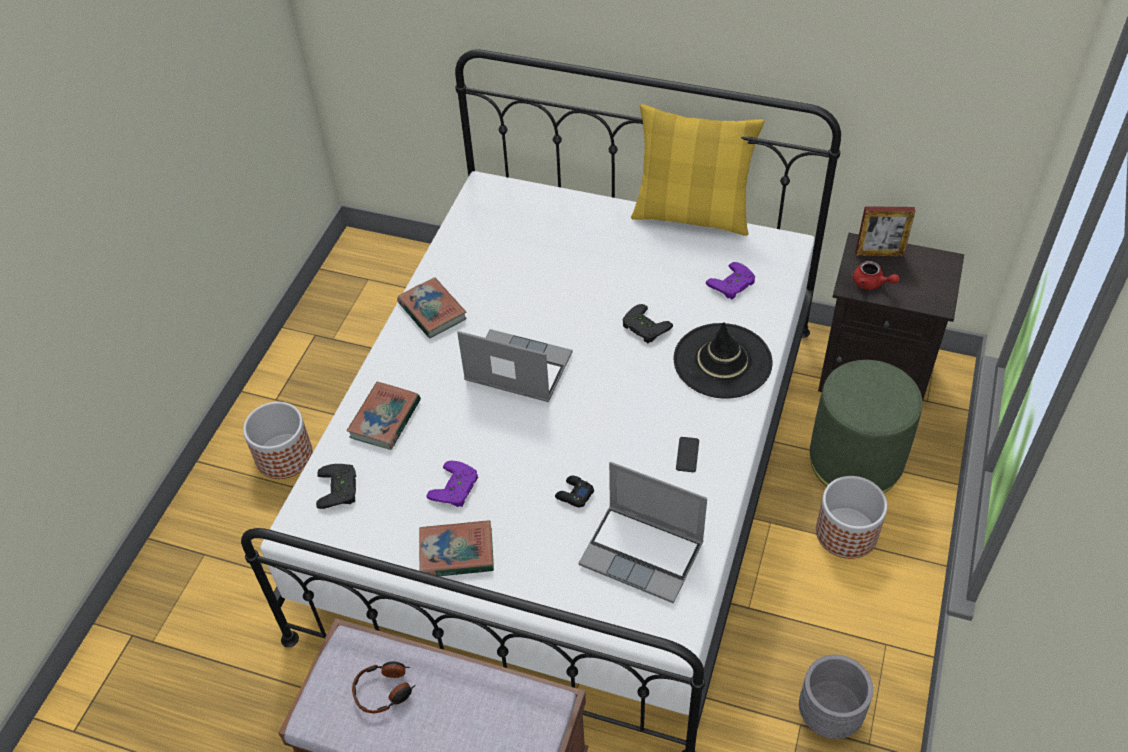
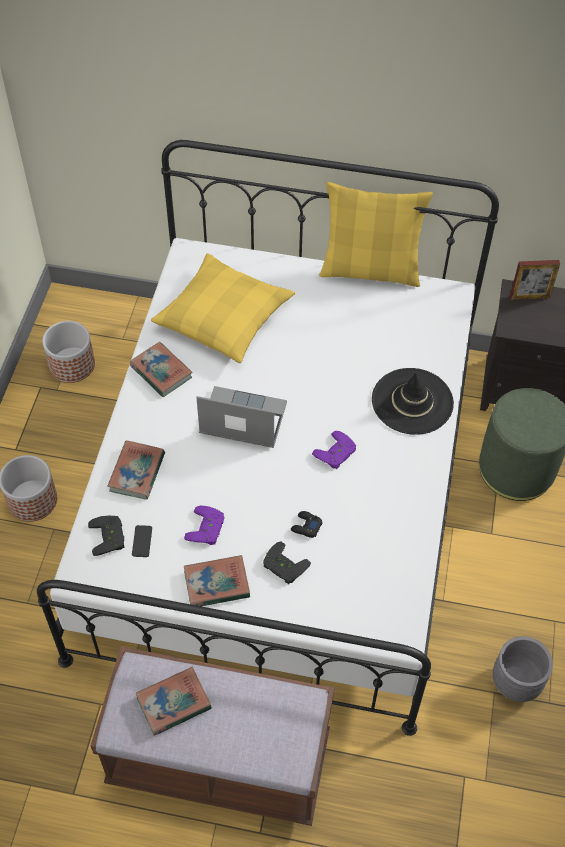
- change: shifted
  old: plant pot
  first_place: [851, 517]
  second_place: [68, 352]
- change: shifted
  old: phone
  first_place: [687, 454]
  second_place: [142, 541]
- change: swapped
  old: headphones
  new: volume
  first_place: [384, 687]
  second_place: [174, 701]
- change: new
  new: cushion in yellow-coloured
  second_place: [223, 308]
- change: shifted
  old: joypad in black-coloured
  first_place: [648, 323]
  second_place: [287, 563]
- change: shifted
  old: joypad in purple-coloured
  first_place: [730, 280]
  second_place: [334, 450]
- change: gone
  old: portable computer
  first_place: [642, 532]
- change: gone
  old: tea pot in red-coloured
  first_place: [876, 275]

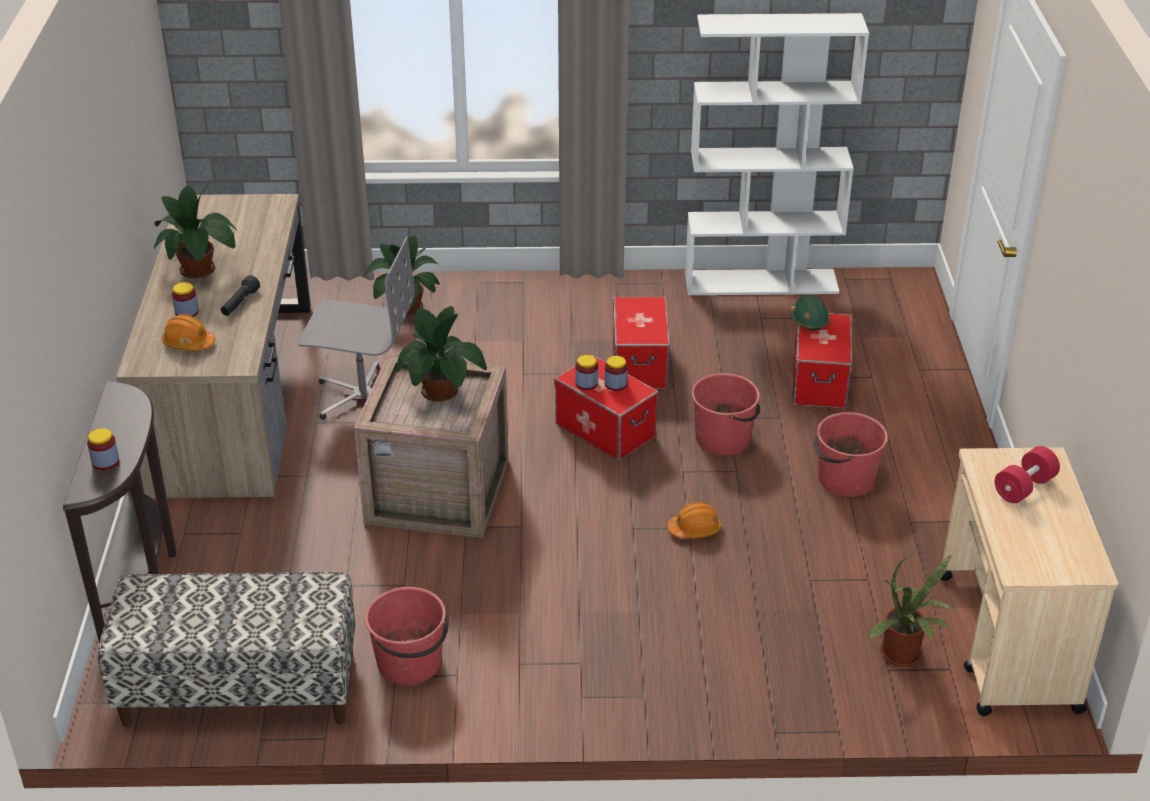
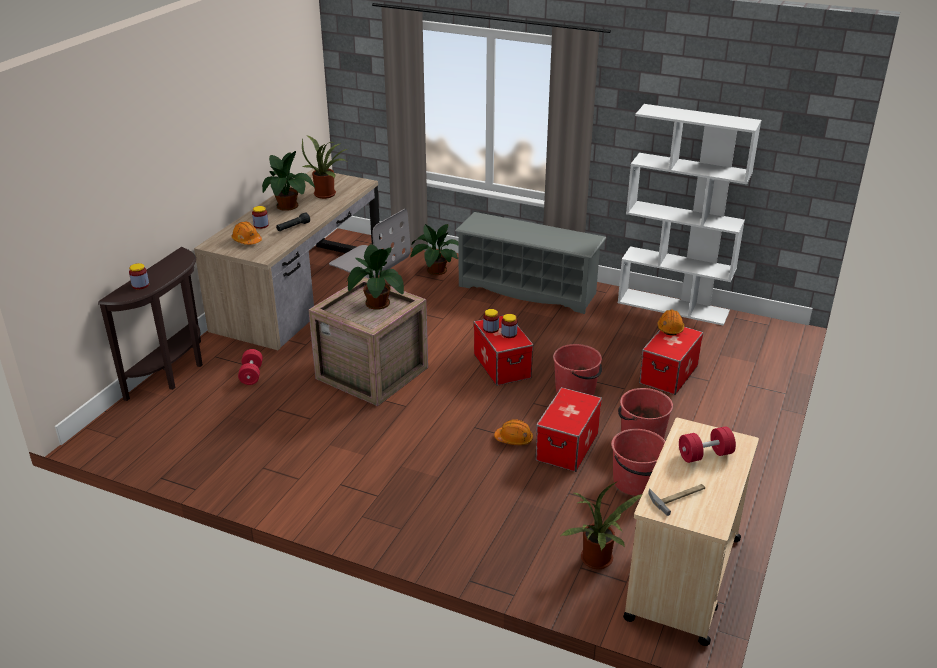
- change: new
  new: free weight in red-coloured
  second_place: [250, 367]
- change: new
  new: potted plant
  second_place: [324, 167]
- change: new
  new: shoe rack in greyish
  second_place: [531, 263]
- change: shifted
  old: storage bin
  first_place: [641, 342]
  second_place: [568, 429]
- change: shifted
  old: bucket in red-coloured
  first_place: [407, 636]
  second_place: [638, 462]
- change: new
  new: hand hammer
  second_place: [676, 500]
- change: repainted
  old: safety helmet in green
  new: safety helmet in orange
  first_place: [810, 312]
  second_place: [671, 323]
- change: gone
  old: long seat
  first_place: [226, 649]

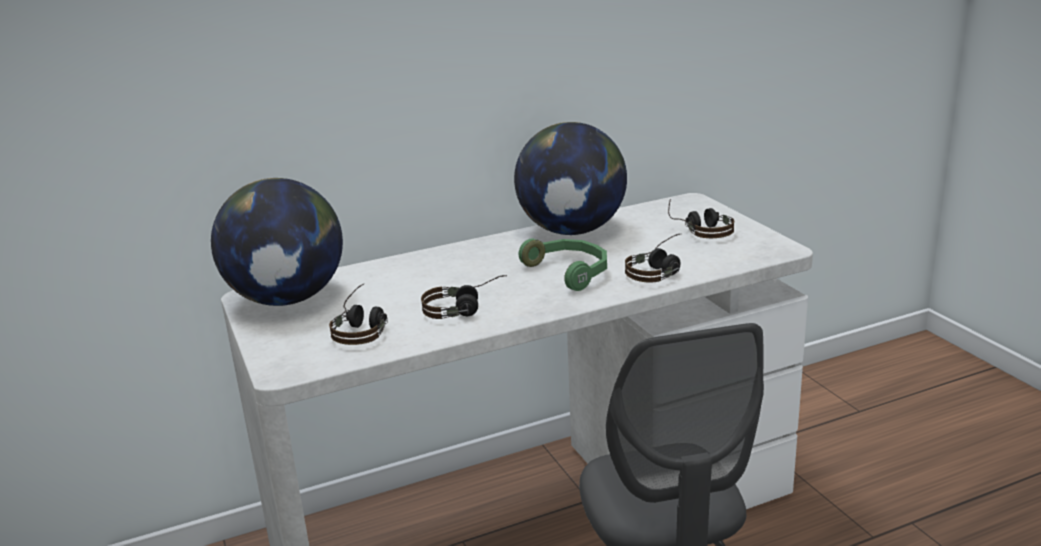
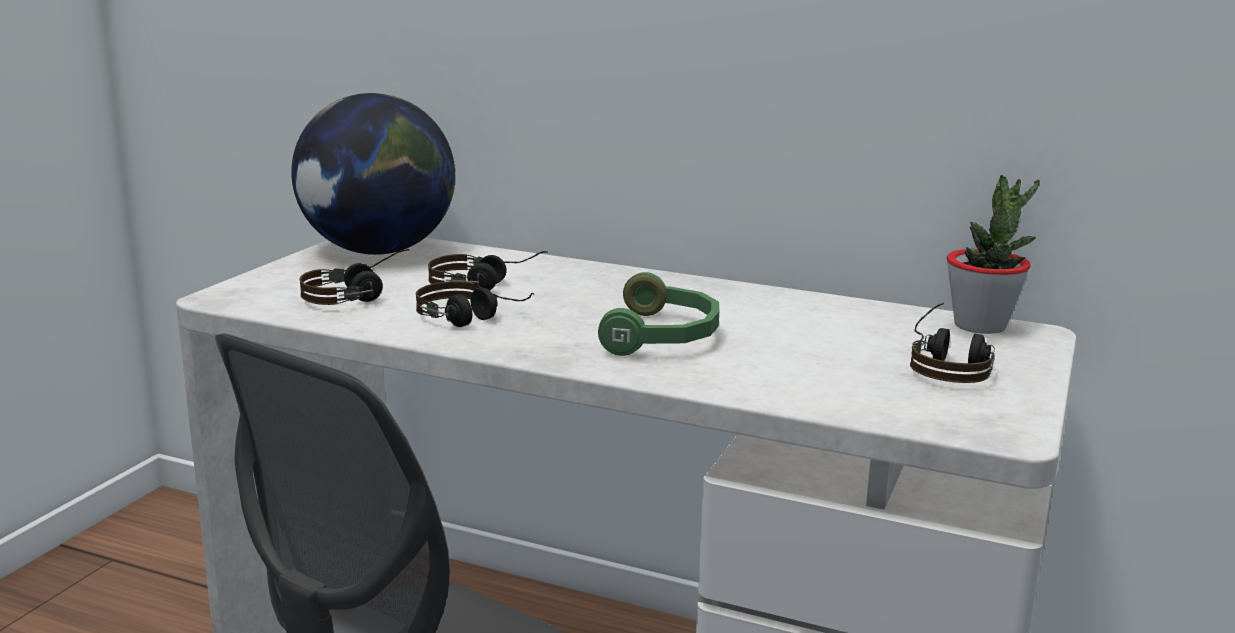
- change: shifted
  old: headphones
  first_place: [653, 257]
  second_place: [488, 270]
- change: new
  new: potted plant
  second_place: [993, 254]
- change: gone
  old: globe
  first_place: [570, 178]

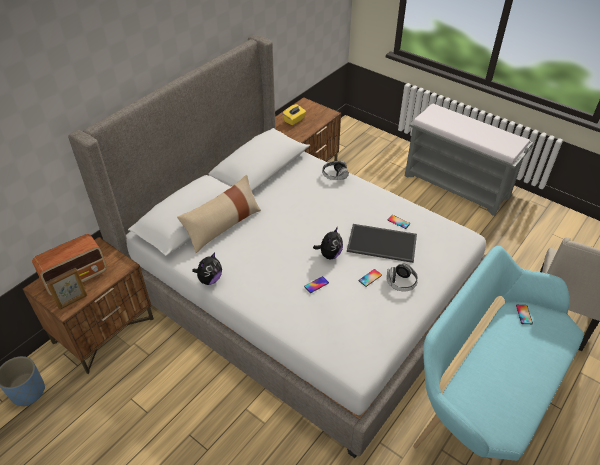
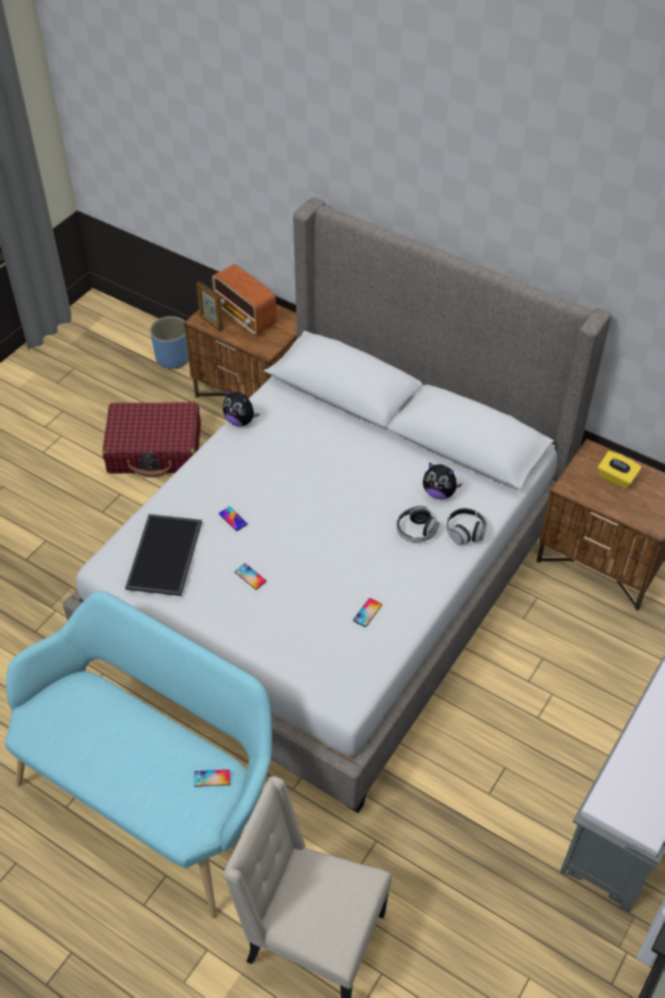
- change: new
  new: piece of luggage in red-coloured
  second_place: [151, 439]
- change: shifted
  old: serving tray
  first_place: [382, 243]
  second_place: [163, 555]
- change: shifted
  old: headphones
  first_place: [402, 277]
  second_place: [417, 524]
- change: shifted
  old: plush toy
  first_place: [328, 243]
  second_place: [442, 480]
- change: gone
  old: cushion in beige
  first_place: [219, 214]

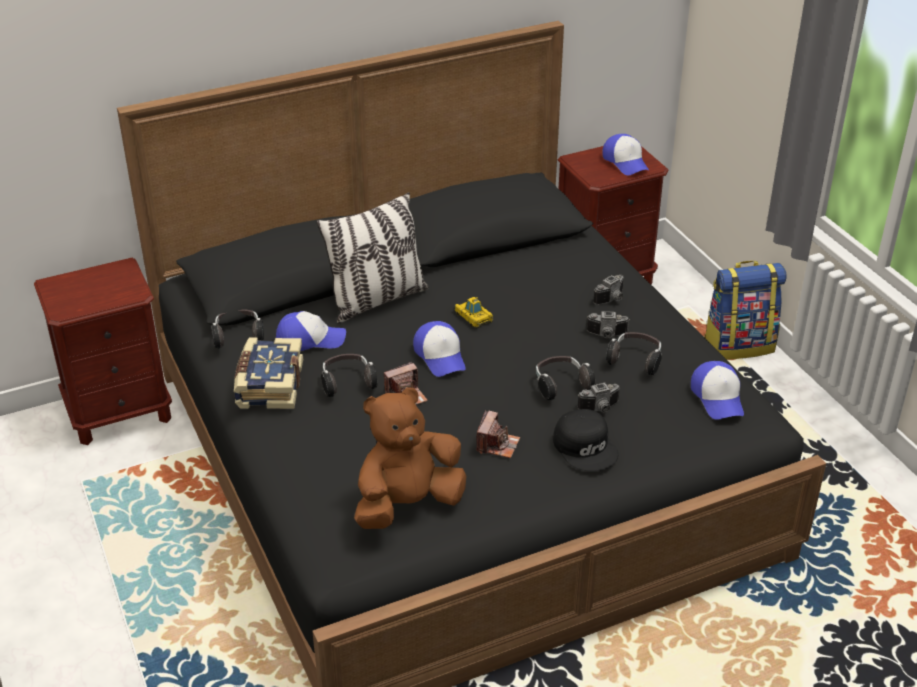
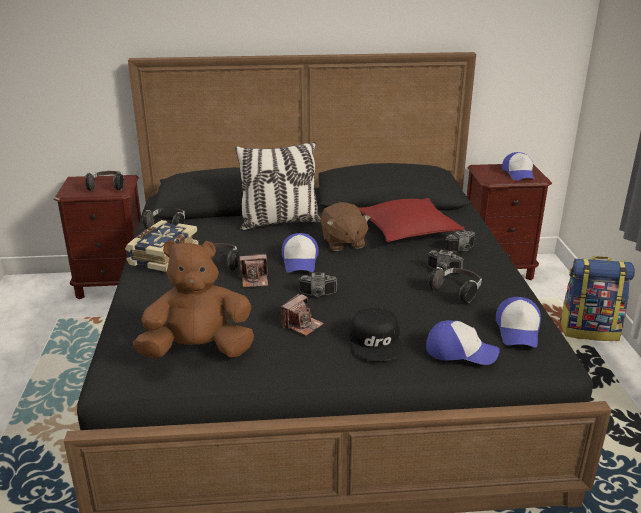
- change: shifted
  old: headphones
  first_place: [565, 378]
  second_place: [104, 181]
- change: shifted
  old: still camera
  first_place: [599, 398]
  second_place: [318, 285]
- change: swapped
  old: miniature car
  new: plush toy in brown-coloured
  first_place: [474, 312]
  second_place: [346, 226]
- change: new
  new: cushion in red-coloured
  second_place: [411, 220]
- change: shifted
  old: baseball cap
  first_place: [311, 331]
  second_place: [463, 342]

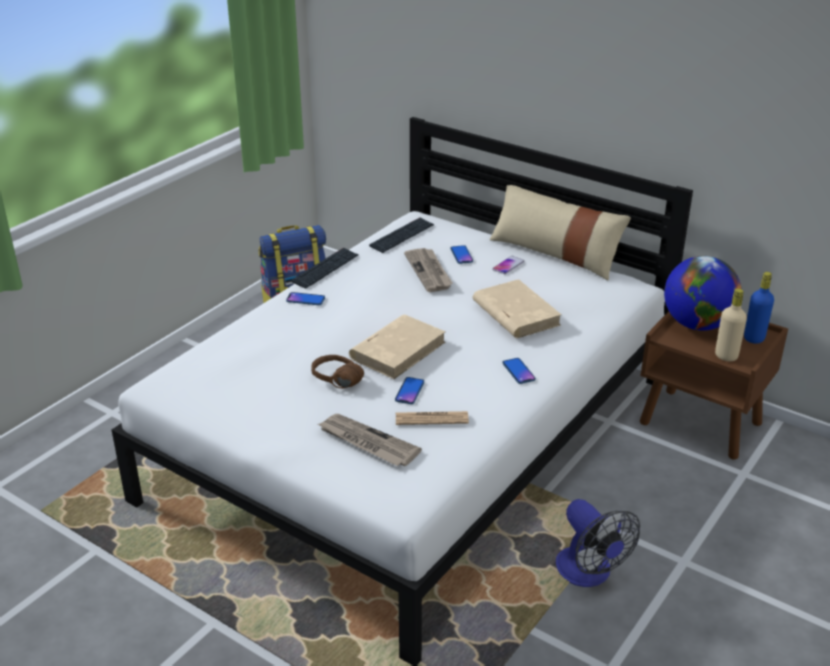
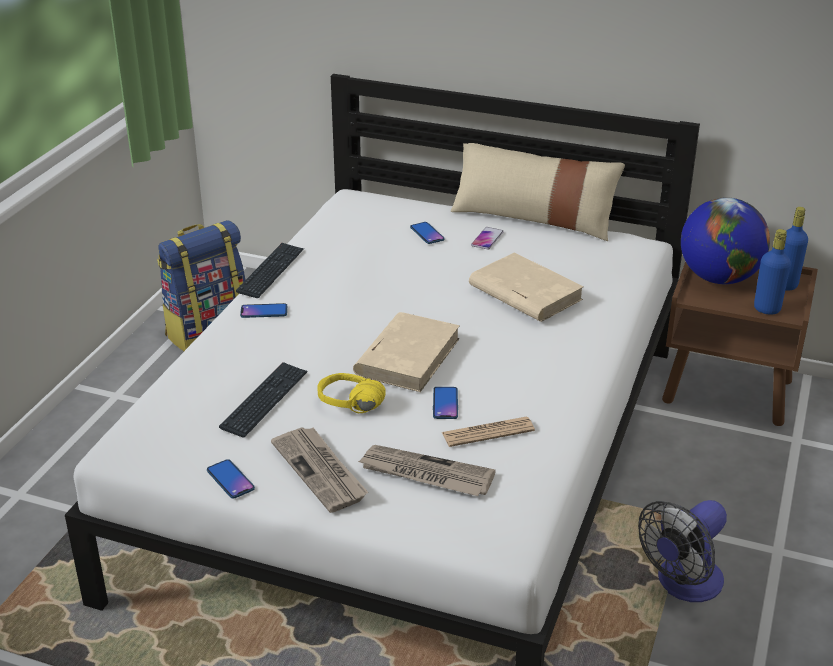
- change: shifted
  old: phone
  first_place: [519, 371]
  second_place: [231, 479]
- change: shifted
  old: computer keyboard
  first_place: [401, 235]
  second_place: [263, 400]
- change: shifted
  old: newspaper
  first_place: [428, 270]
  second_place: [319, 470]
- change: repainted
  old: headphones in brown-coloured
  new: headphones in yellow-coloured
  first_place: [337, 372]
  second_place: [352, 393]
- change: rotated
  old: electric fan
  first_place: [598, 543]
  second_place: [682, 551]
  degrees: 90
- change: repainted
  old: drink bottle in beige
  new: drink bottle in bluish
  first_place: [731, 324]
  second_place: [772, 272]

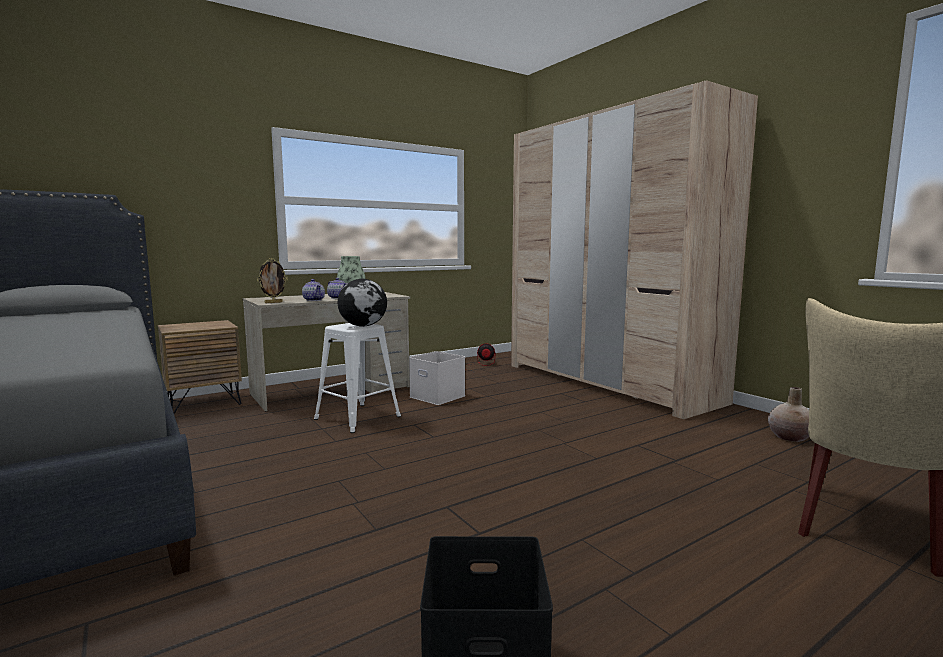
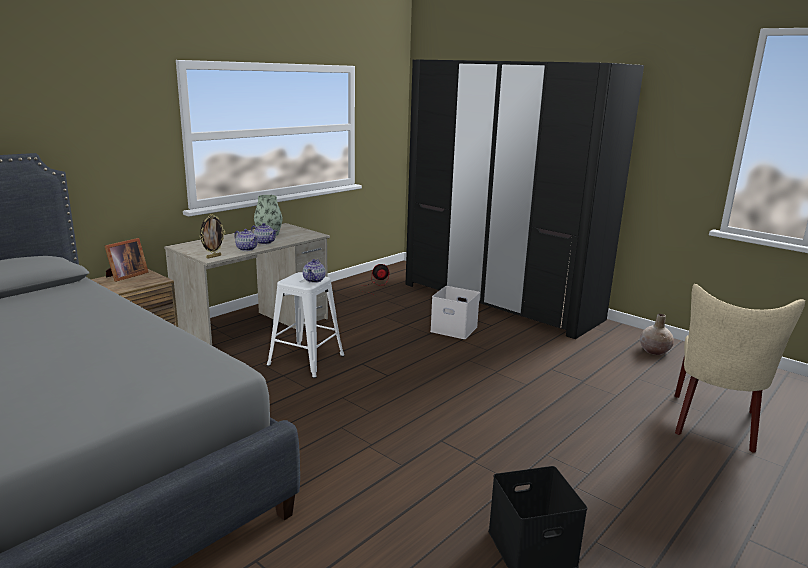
- change: new
  new: standing frame
  second_place: [127, 260]
- change: swapped
  old: globe
  new: tea pot
  first_place: [362, 303]
  second_place: [314, 271]
- change: repainted
  old: wardrobe in beige
  new: wardrobe in black-coloured
  first_place: [634, 249]
  second_place: [524, 199]
- change: shifted
  old: storage bin in white
  first_place: [437, 378]
  second_place: [455, 312]

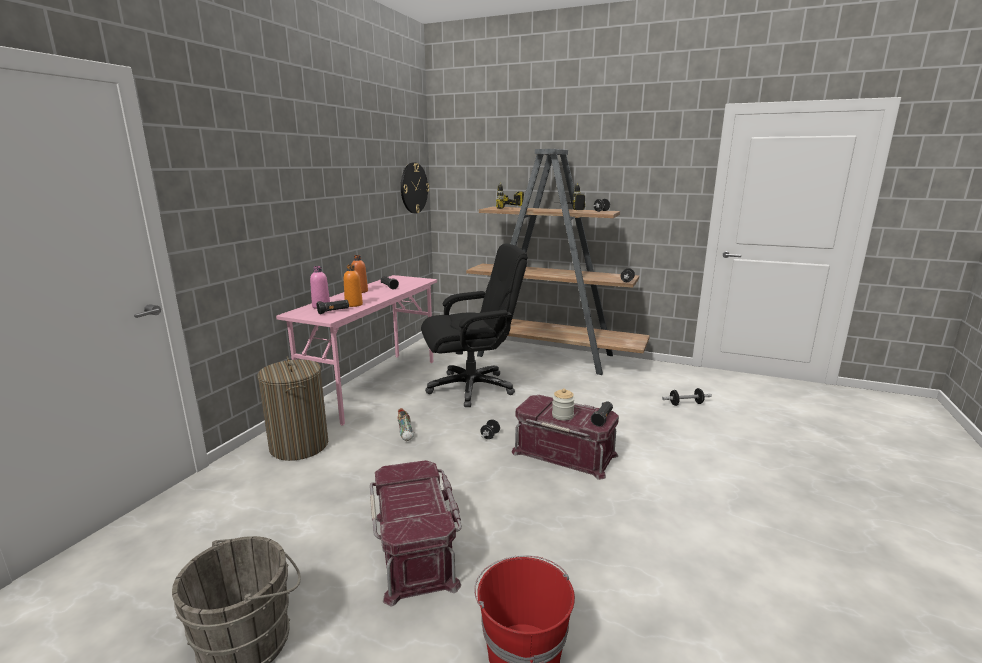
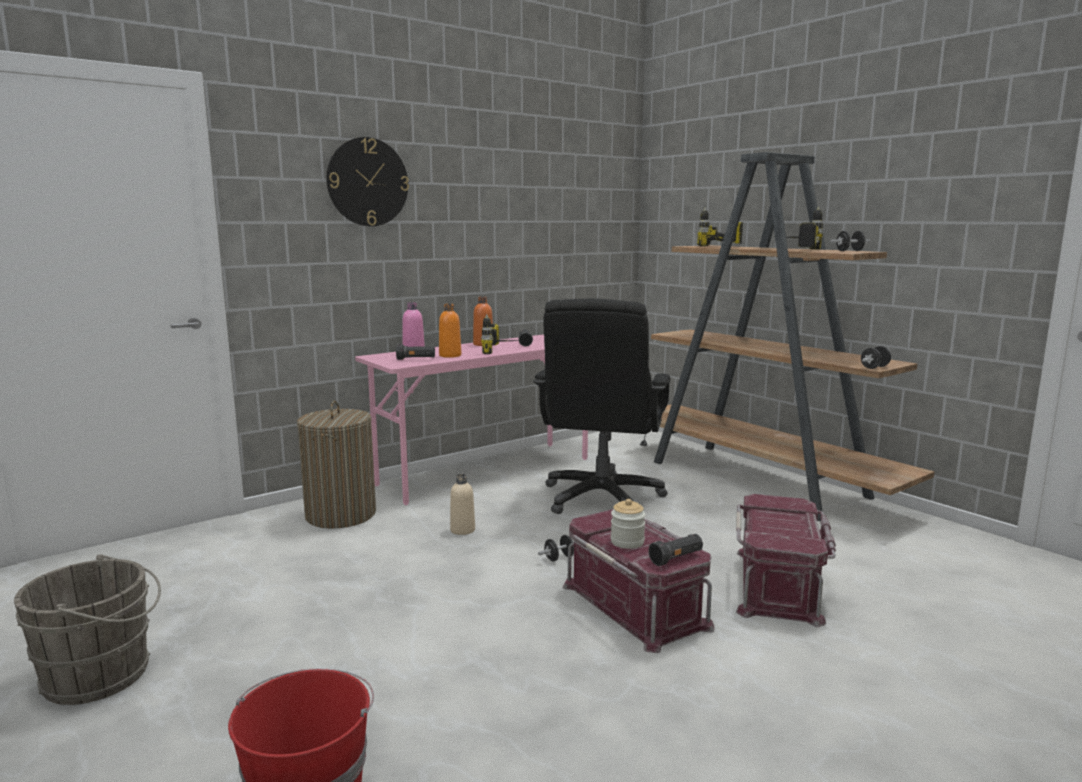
- change: shifted
  old: hanging clock
  first_place: [415, 187]
  second_place: [367, 181]
- change: swapped
  old: shoe
  new: drink bottle in beige
  first_place: [406, 424]
  second_place: [462, 504]
- change: new
  new: drill
  second_place: [502, 334]
- change: rotated
  old: office chair in black-coloured
  first_place: [474, 325]
  second_place: [601, 406]
  degrees: 90
- change: shifted
  old: storage bin in red-coloured
  first_place: [416, 533]
  second_place: [786, 560]
- change: gone
  old: free weight
  first_place: [687, 397]

